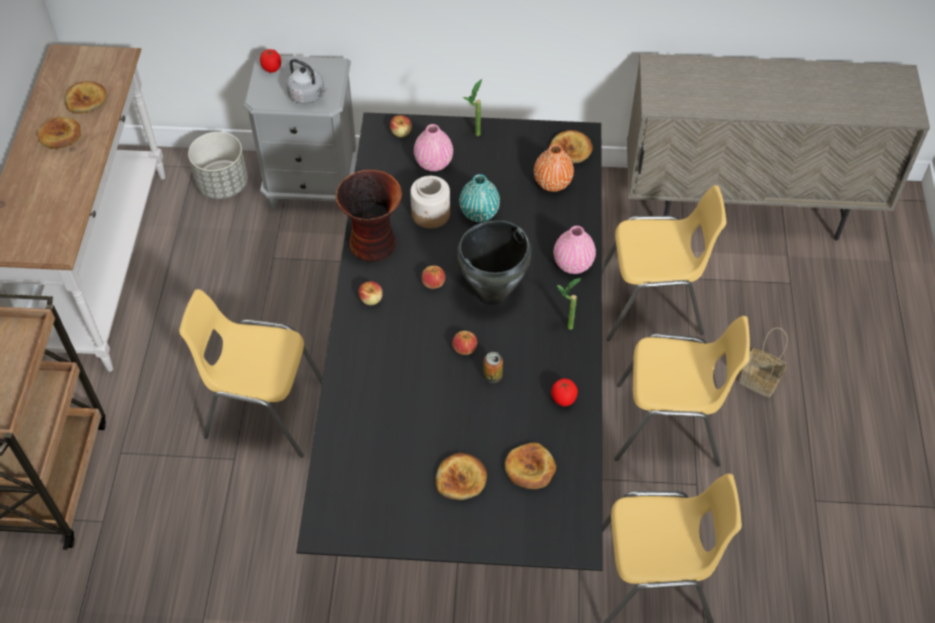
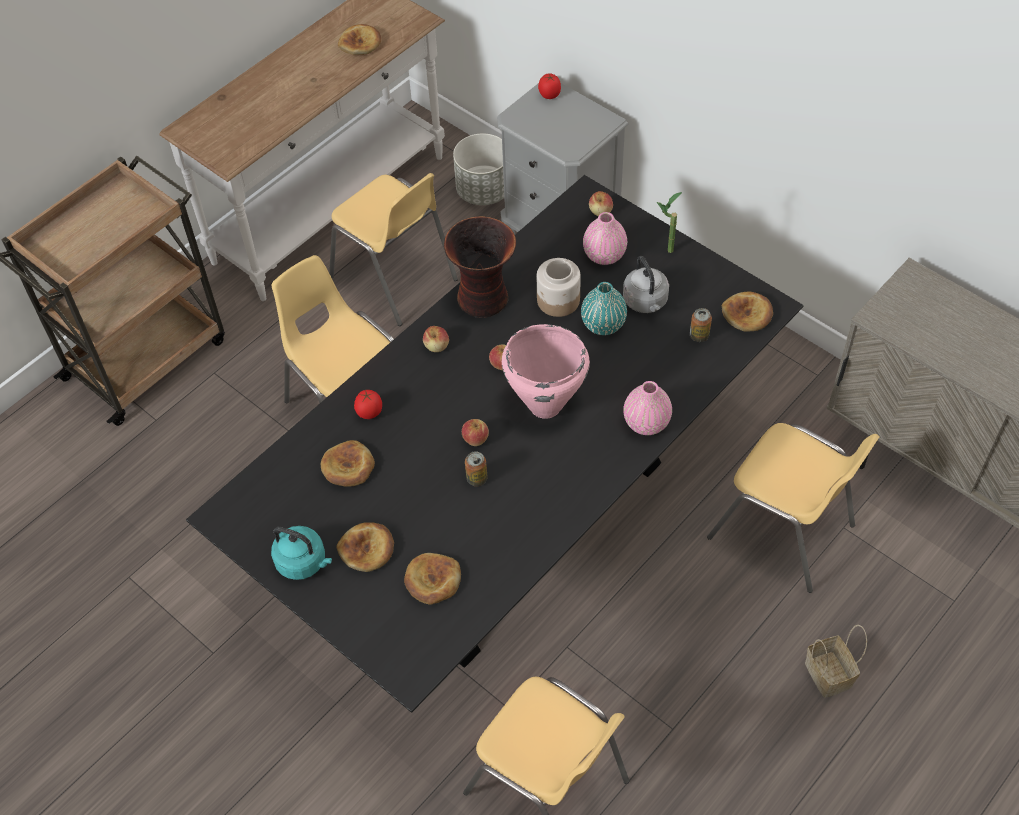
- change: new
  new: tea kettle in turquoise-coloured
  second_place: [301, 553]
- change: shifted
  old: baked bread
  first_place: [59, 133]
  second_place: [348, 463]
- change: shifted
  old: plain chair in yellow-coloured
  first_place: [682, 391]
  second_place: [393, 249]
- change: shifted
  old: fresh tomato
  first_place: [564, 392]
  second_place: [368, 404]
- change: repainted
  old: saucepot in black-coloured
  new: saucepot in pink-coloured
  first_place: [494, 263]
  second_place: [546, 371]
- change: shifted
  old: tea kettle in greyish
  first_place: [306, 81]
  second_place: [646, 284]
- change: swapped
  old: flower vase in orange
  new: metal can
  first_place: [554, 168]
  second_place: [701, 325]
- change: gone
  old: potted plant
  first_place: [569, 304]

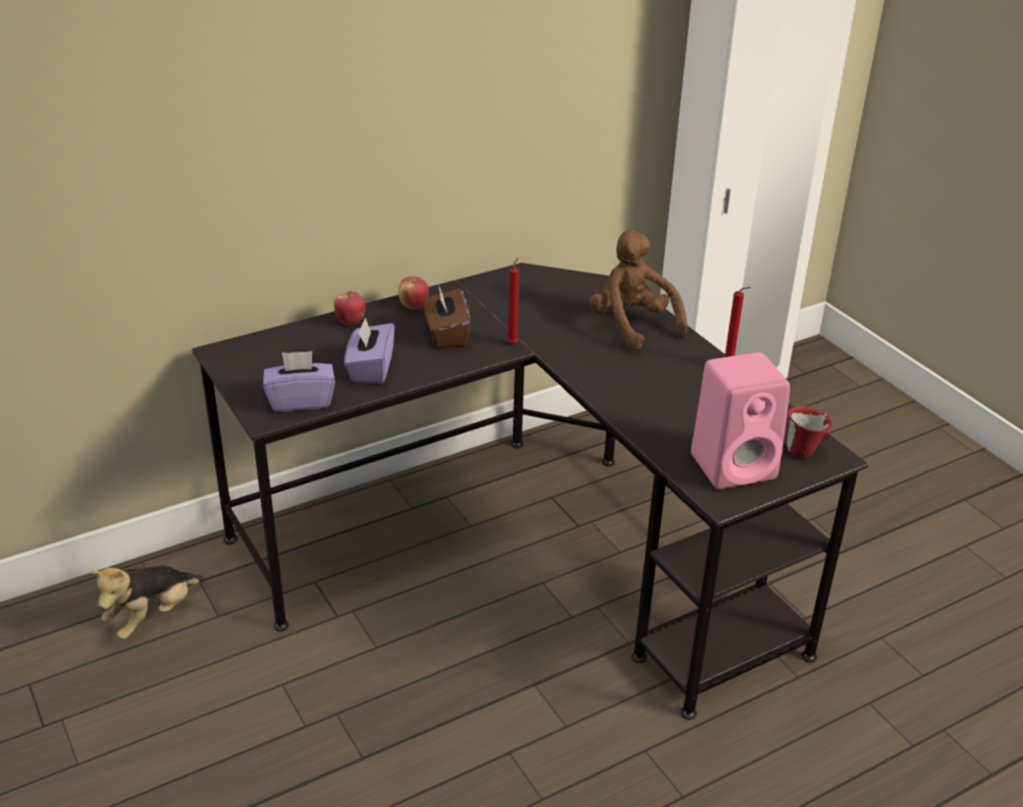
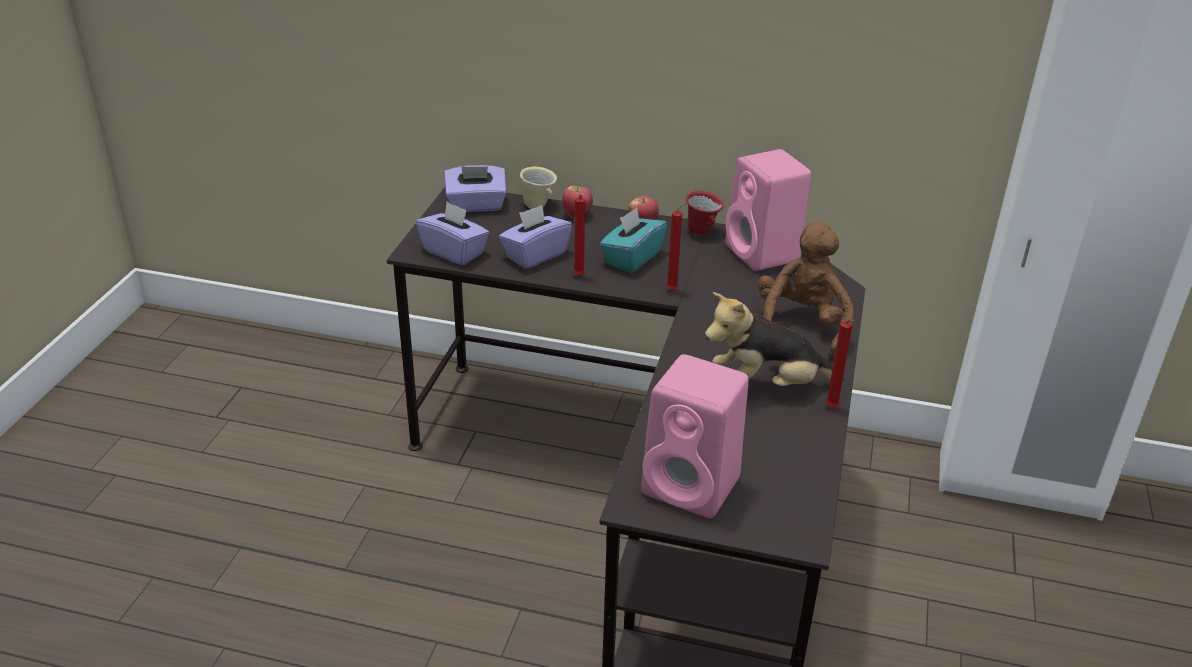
- change: new
  new: box of tissues in purple-coloured
  second_place: [475, 188]
- change: new
  new: coffee mug in beige
  second_place: [538, 188]
- change: new
  new: candle in red-coloured
  second_place: [579, 235]
- change: repainted
  old: box of tissues in brown-coloured
  new: box of tissues in turquoise-coloured
  first_place: [447, 317]
  second_place: [633, 240]
- change: shifted
  old: coffee mug in red-coloured
  first_place: [809, 432]
  second_place: [705, 213]
- change: shifted
  old: plush toy
  first_place: [147, 602]
  second_place: [775, 339]
- change: new
  new: audio speaker in pink-coloured
  second_place: [768, 210]

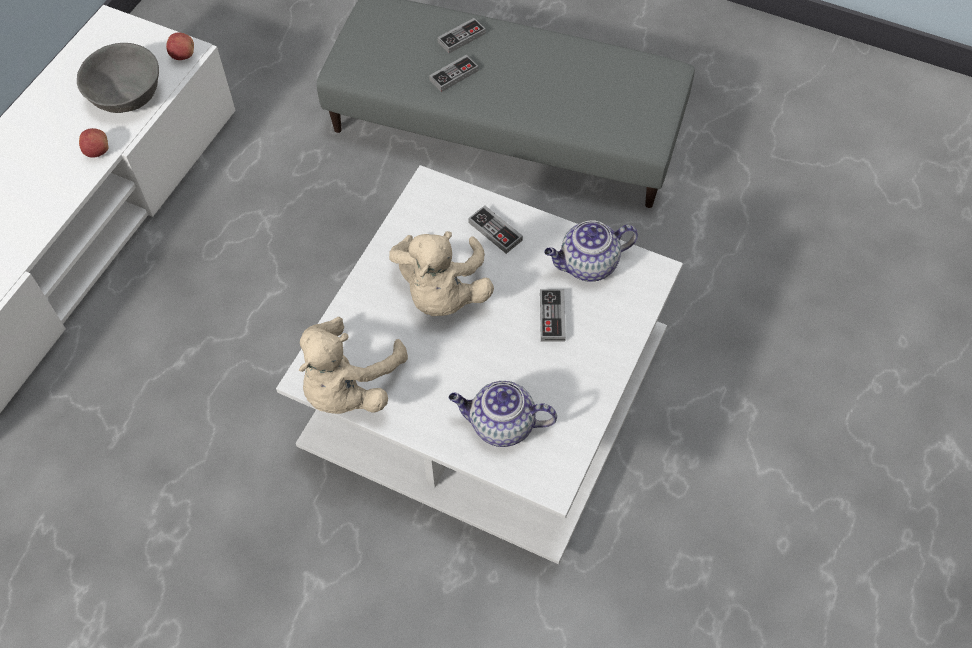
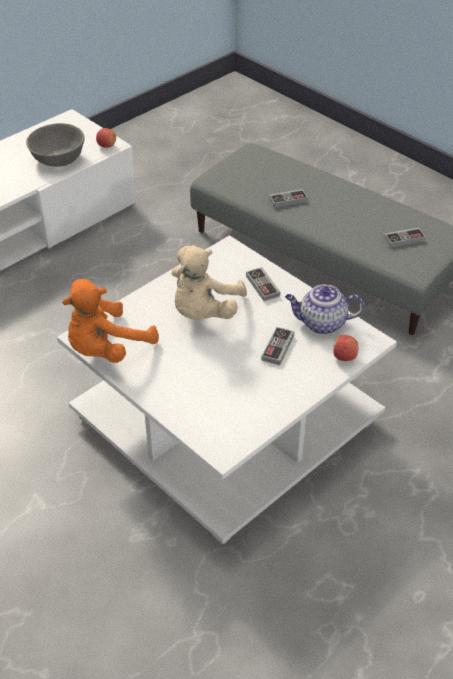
- change: repainted
  old: plush toy in beige
  new: plush toy in orange
  first_place: [353, 365]
  second_place: [110, 321]
- change: shifted
  old: apple
  first_place: [94, 143]
  second_place: [345, 348]
- change: shifted
  old: joypad
  first_place: [461, 35]
  second_place: [404, 237]
- change: gone
  old: tea pot
  first_place: [503, 414]

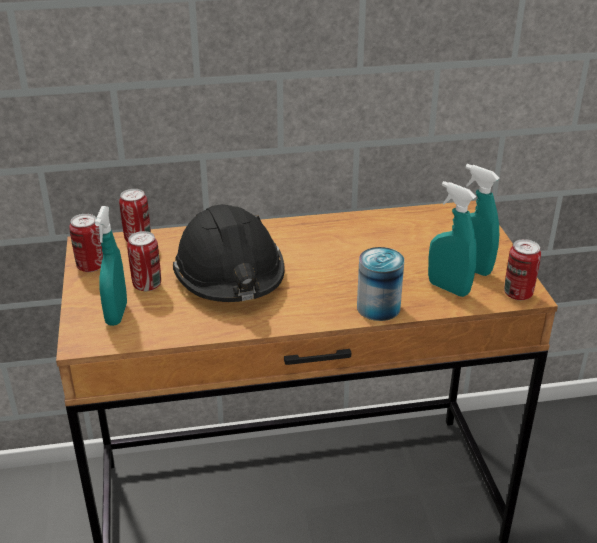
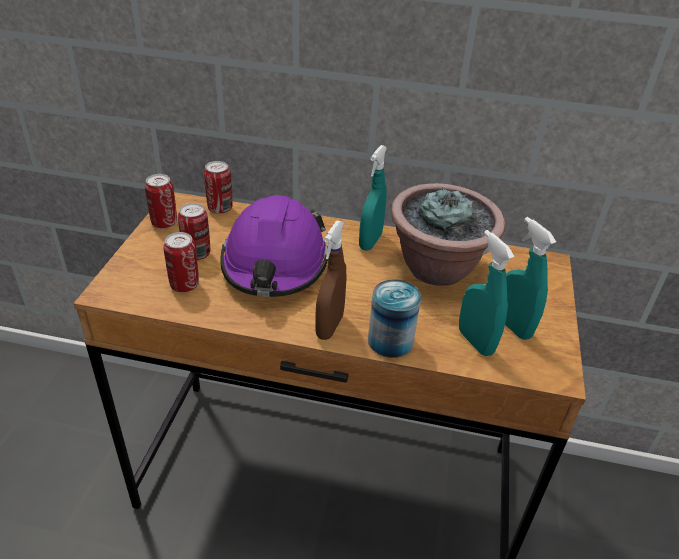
- change: shifted
  old: metal can
  first_place: [522, 269]
  second_place: [181, 262]
- change: repainted
  old: safety helmet in black-coloured
  new: safety helmet in purple-coloured
  first_place: [229, 253]
  second_place: [274, 246]
- change: new
  new: hand sprayer in brown-coloured
  second_place: [330, 280]
- change: shifted
  old: hand sprayer in turquoise-coloured
  first_place: [111, 266]
  second_place: [373, 198]
- change: new
  new: potted plant
  second_place: [448, 234]

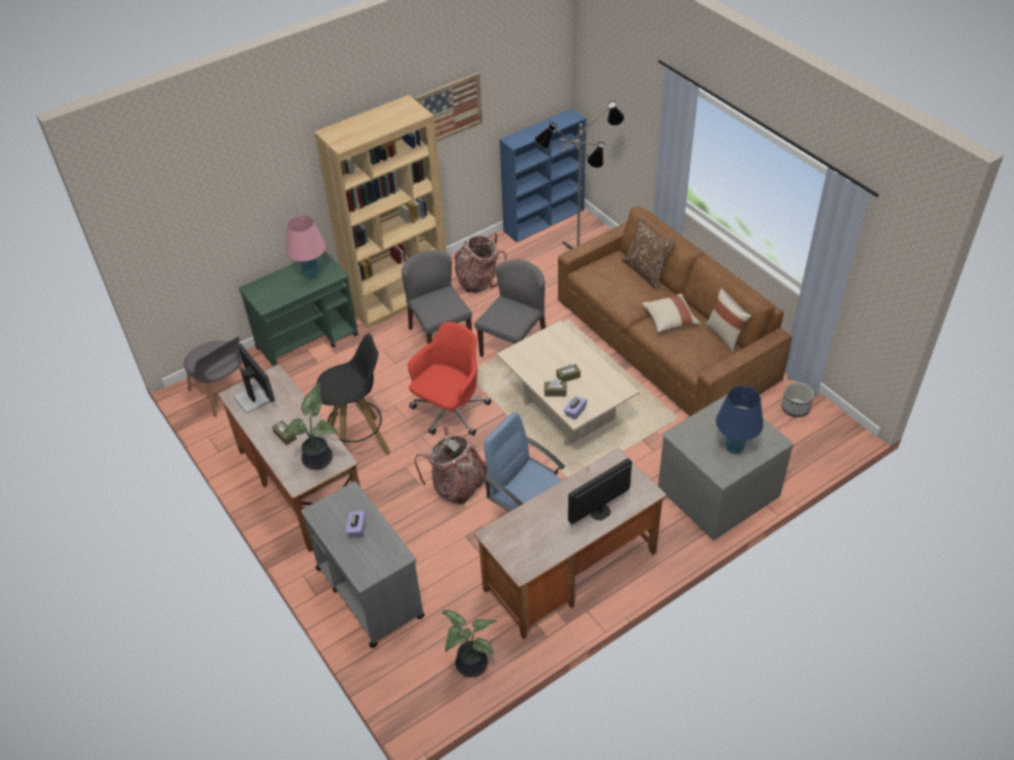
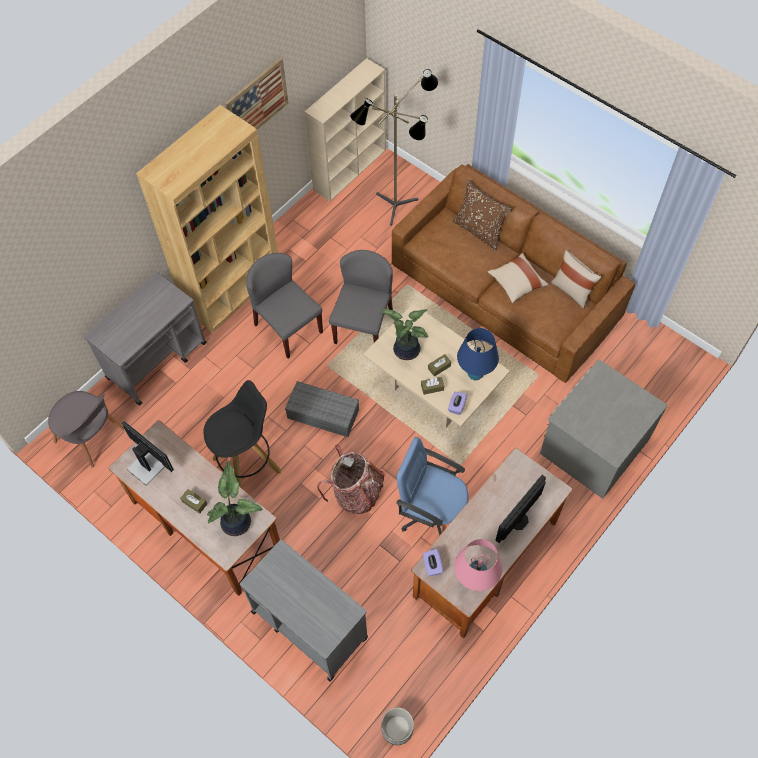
- change: repainted
  old: cart in green
  new: cart in greyish
  first_place: [299, 308]
  second_place: [145, 338]
- change: swapped
  old: office chair in red-coloured
  new: storage bin in greyish
  first_place: [449, 379]
  second_place: [322, 409]
- change: repainted
  old: bookshelf in bluish
  new: bookshelf in beige
  first_place: [542, 175]
  second_place: [345, 129]
- change: shifted
  old: potted plant
  first_place: [469, 643]
  second_place: [404, 334]
- change: shifted
  old: plant pot
  first_place: [798, 399]
  second_place: [397, 726]
- change: shifted
  old: box of tissues in purple-coloured
  first_place: [356, 523]
  second_place: [433, 562]
- change: shifted
  old: lamp for a table in pink-coloured
  first_place: [306, 246]
  second_place: [478, 565]
- change: shifted
  old: lamp for a table in bluish
  first_place: [739, 420]
  second_place: [478, 354]
- change: gone
  old: rucksack
  first_place: [480, 262]

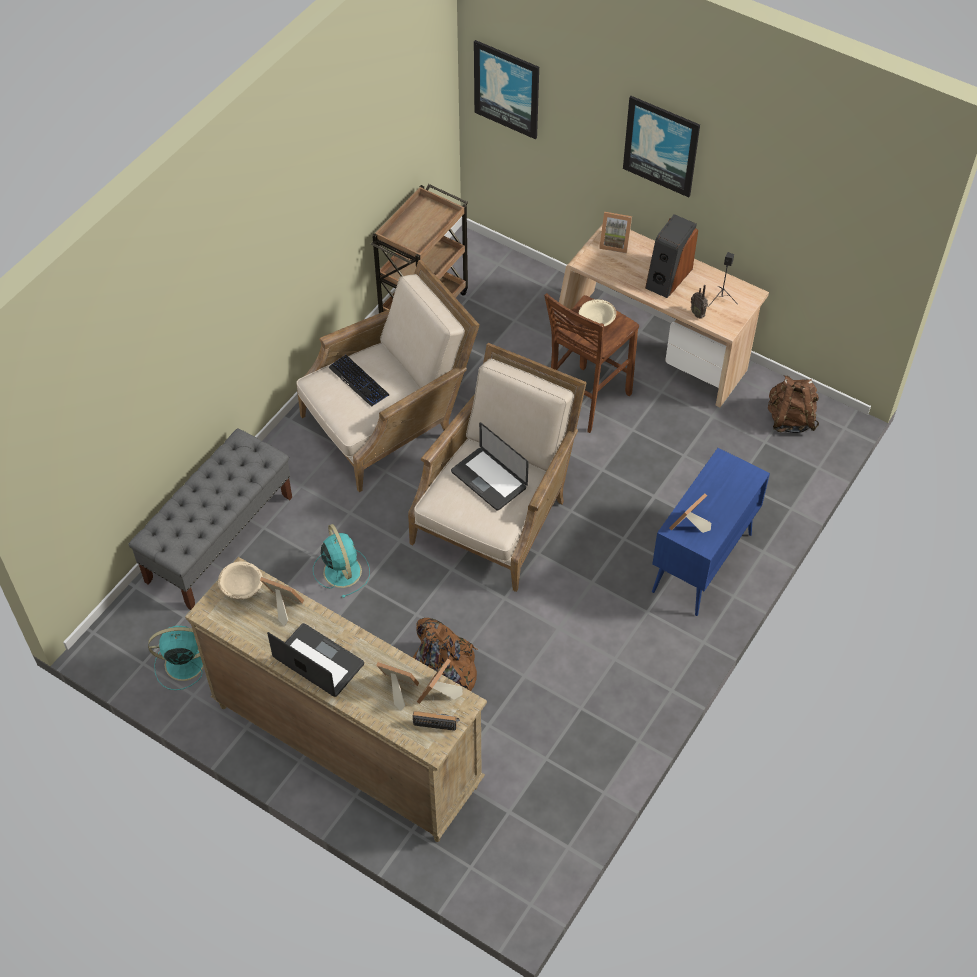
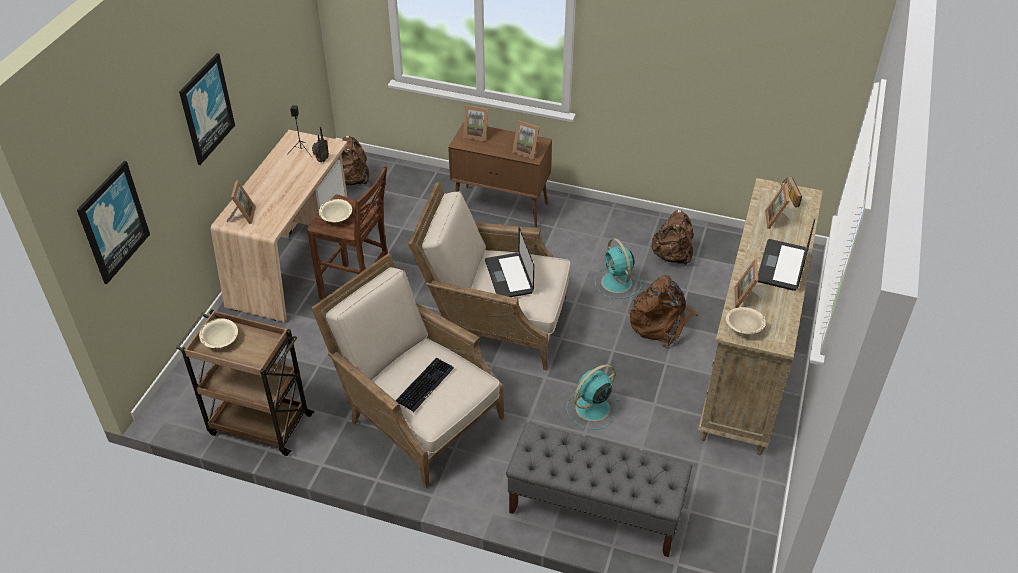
- change: new
  new: bowl in beige
  second_place: [218, 333]
- change: repainted
  old: storage cabinet in bluish
  new: storage cabinet in brown-coloured
  first_place: [711, 532]
  second_place: [500, 174]
- change: shifted
  old: standing frame
  first_place: [439, 681]
  second_place: [475, 123]
- change: rotated
  old: portable computer
  first_place: [490, 466]
  second_place: [509, 262]
  degrees: 135
- change: shifted
  old: electric fan in turquoise-coloured
  first_place: [176, 658]
  second_place: [617, 268]
- change: new
  new: rucksack in brown-coloured
  second_place: [672, 237]
- change: gone
  old: audio speaker
  first_place: [671, 256]

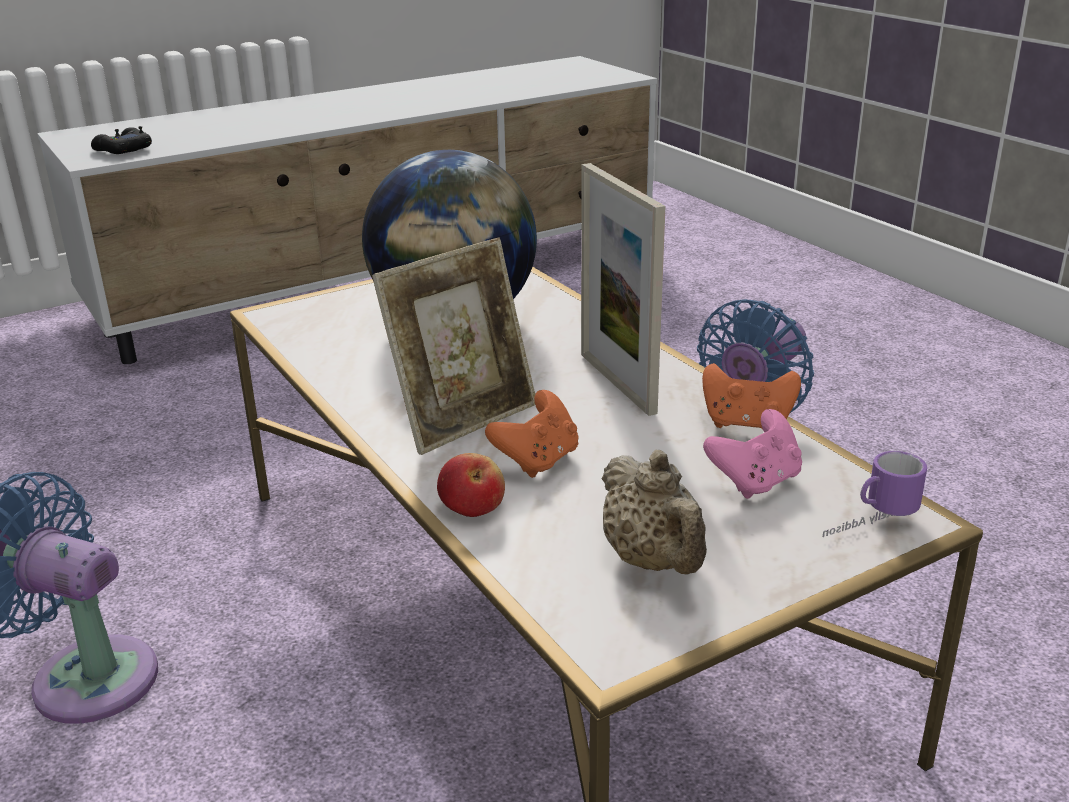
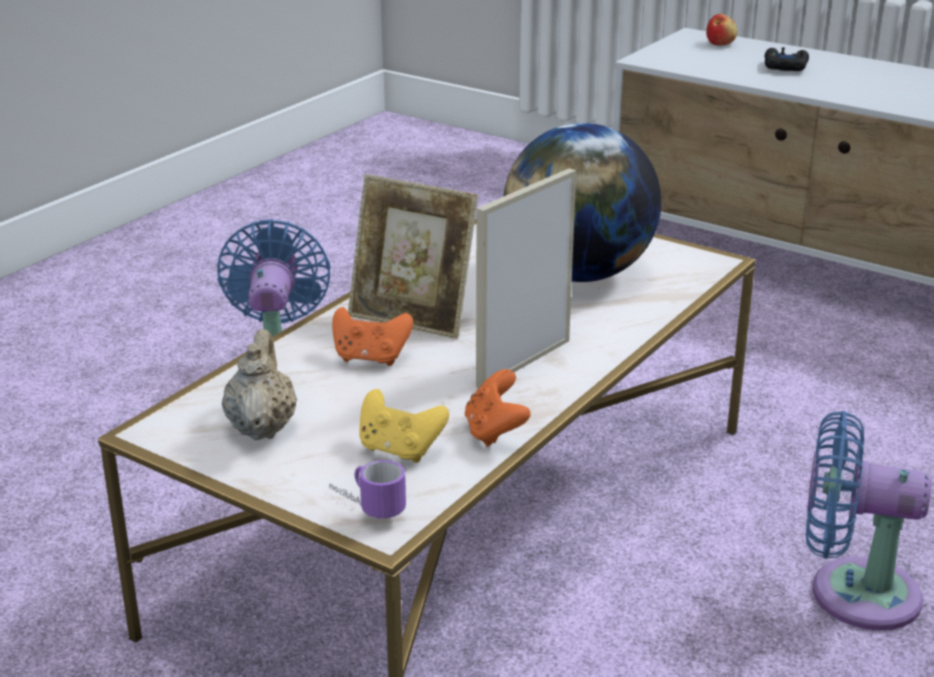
- change: rotated
  old: tea pot in beige
  first_place: [654, 512]
  second_place: [259, 384]
  degrees: 135
- change: repainted
  old: joypad in pink-coloured
  new: joypad in yellow-coloured
  first_place: [752, 454]
  second_place: [404, 426]
- change: shifted
  old: apple
  first_place: [471, 485]
  second_place: [721, 30]
- change: shifted
  old: joypad in black-coloured
  first_place: [121, 140]
  second_place: [787, 59]

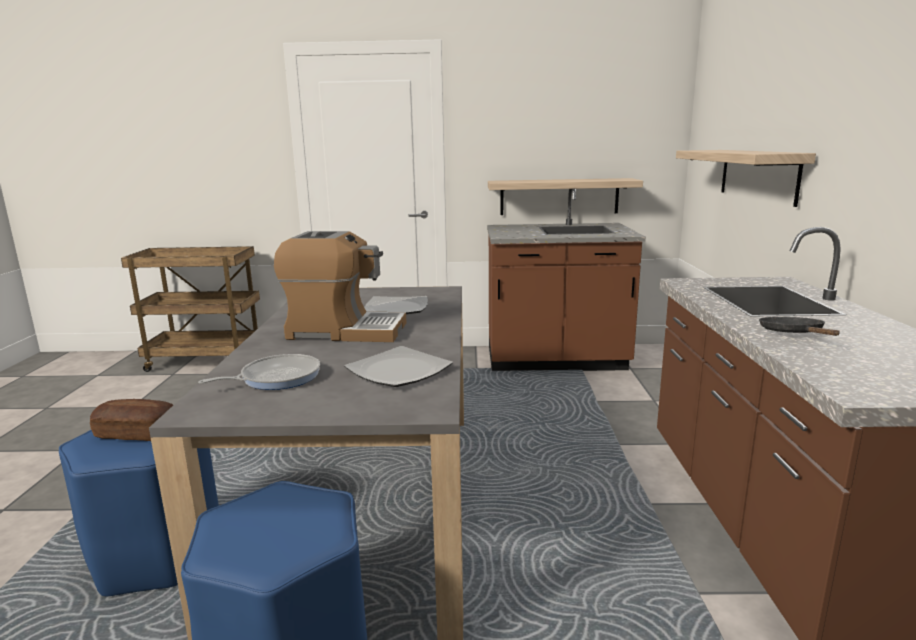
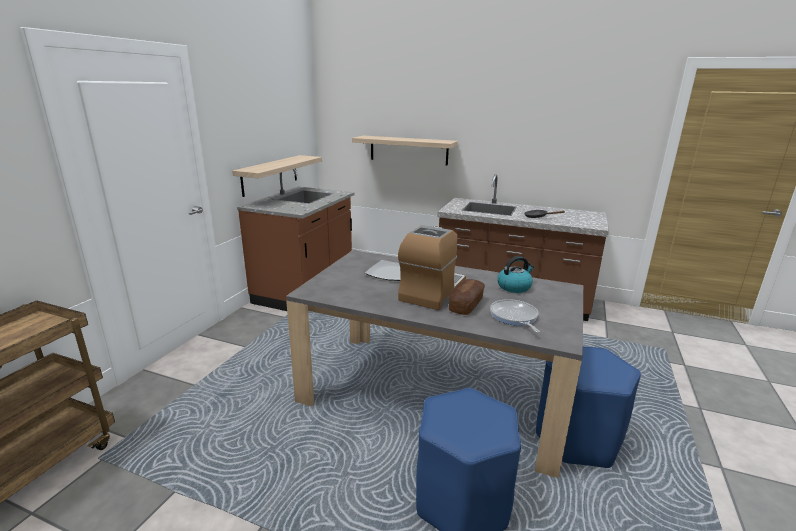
- change: shifted
  old: baked bread
  first_place: [131, 420]
  second_place: [467, 297]
- change: swapped
  old: plate
  new: tea kettle
  first_place: [398, 366]
  second_place: [515, 274]

